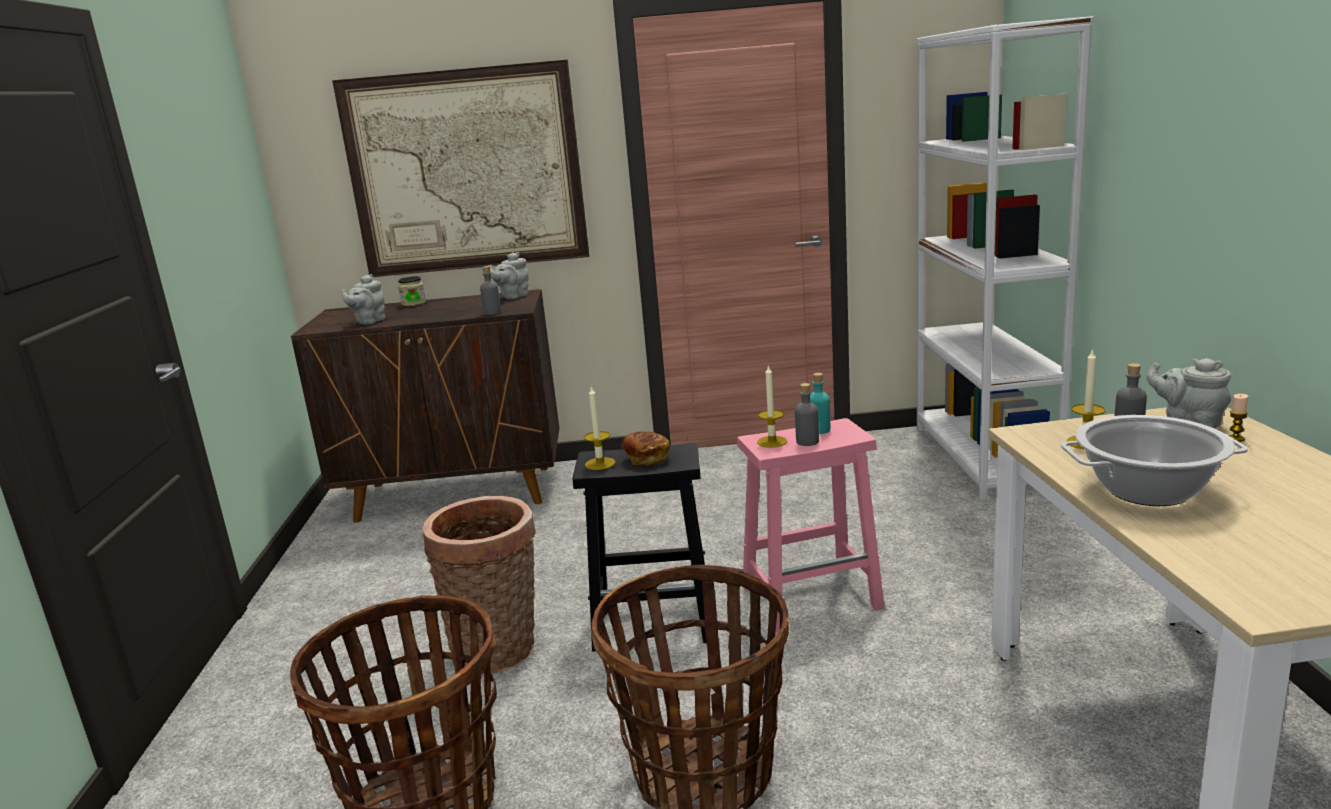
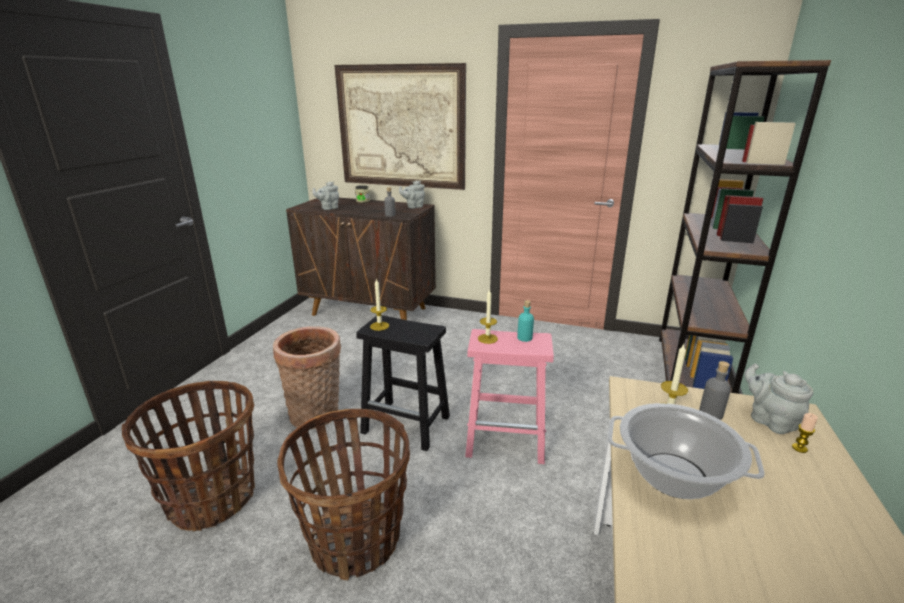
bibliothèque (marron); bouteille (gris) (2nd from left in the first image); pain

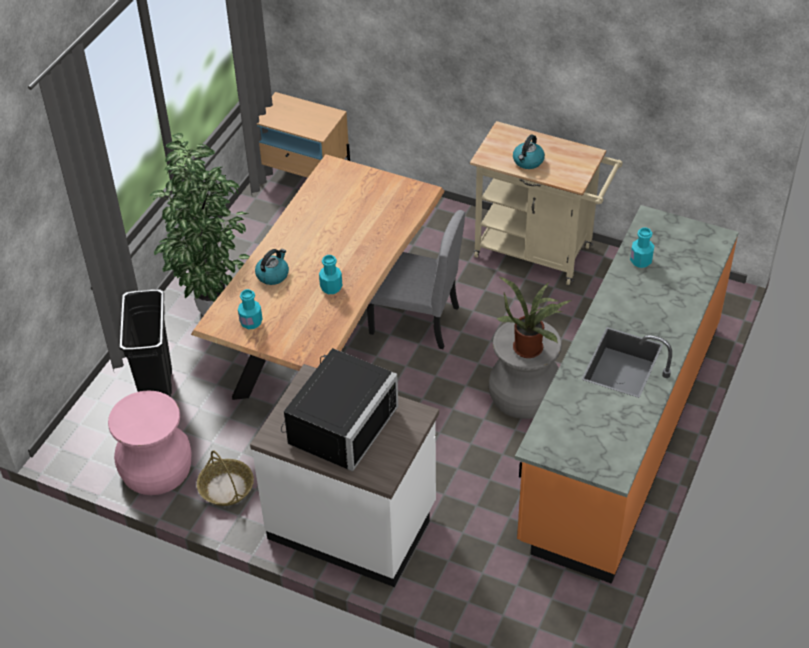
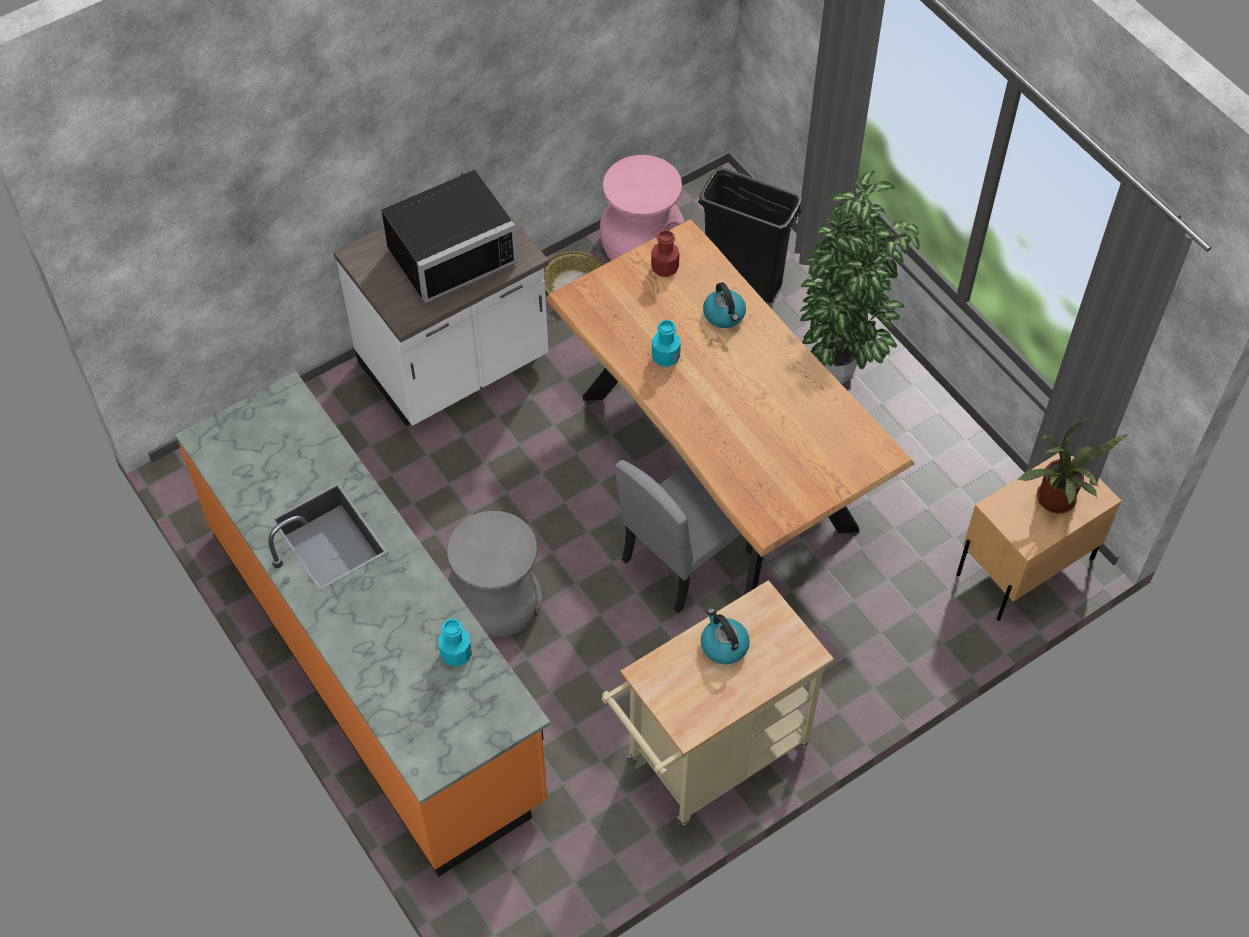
plante en pot (2nd from left); bouteille (rouge); micro-ondes (noir)

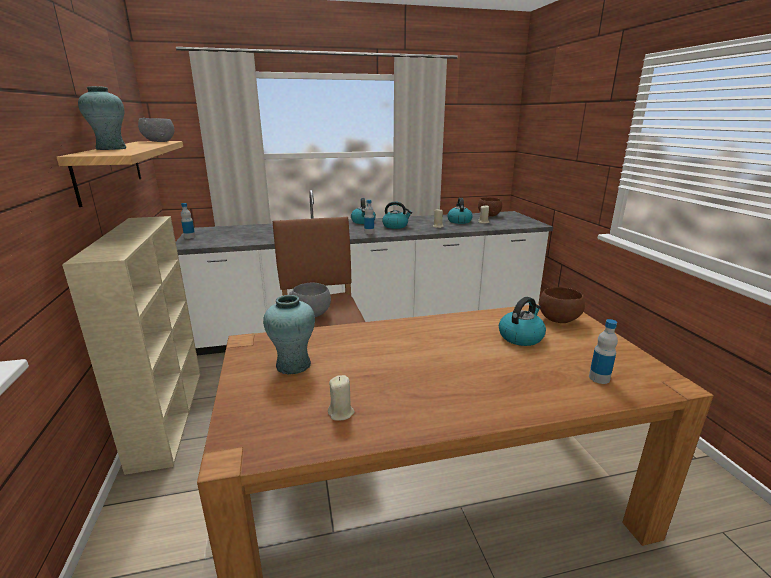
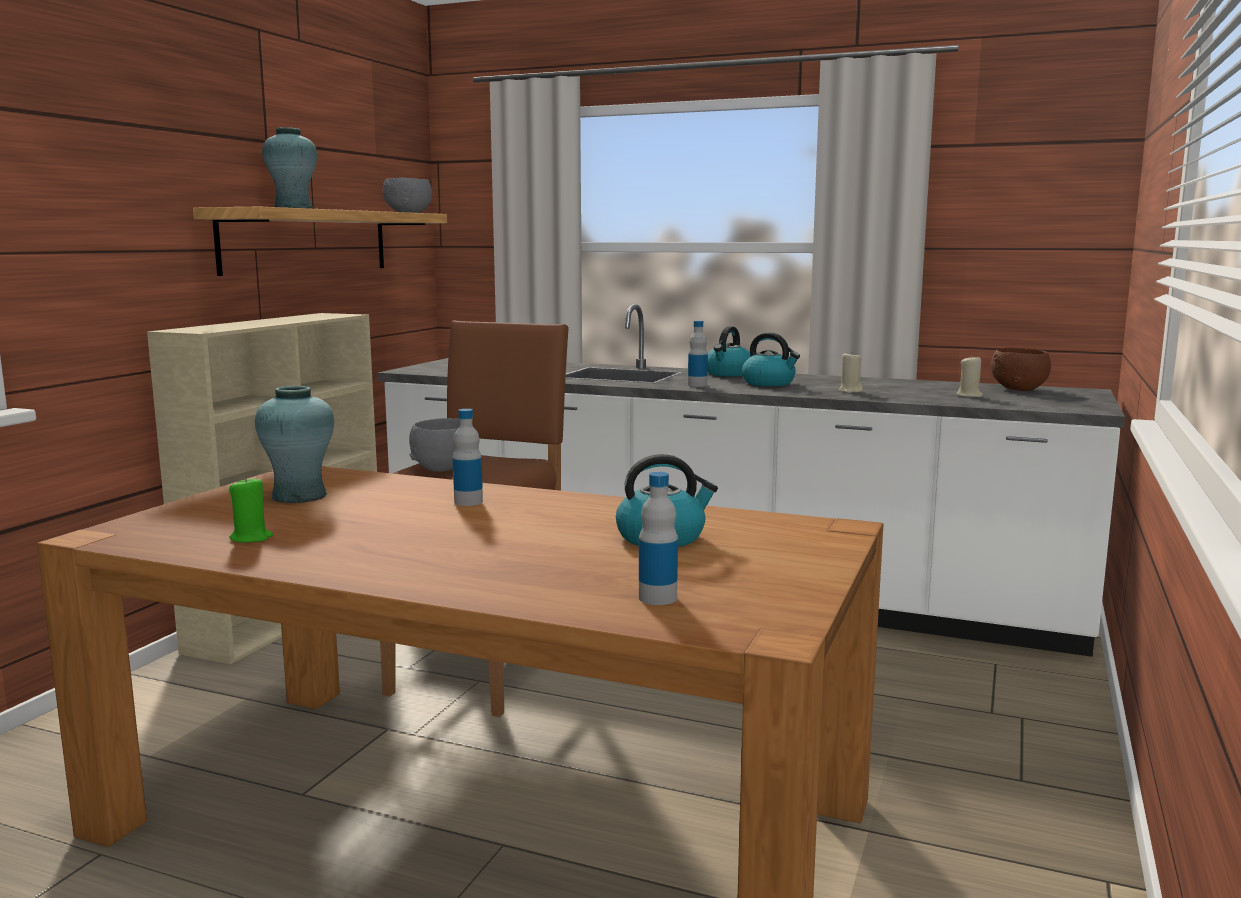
bouilloire (3rd from left in the first image); bouteille (1st from left); bol (marron) (2nd from left in the first image); bougie (vert)

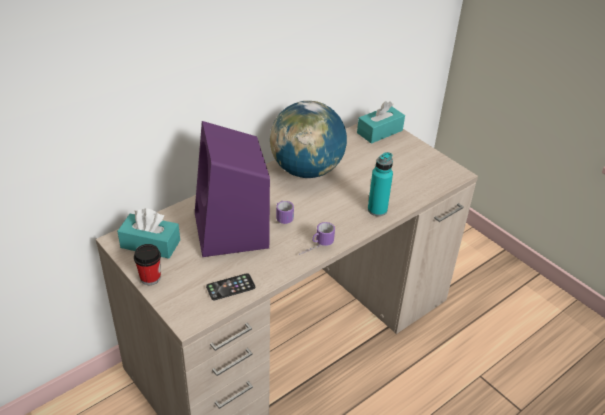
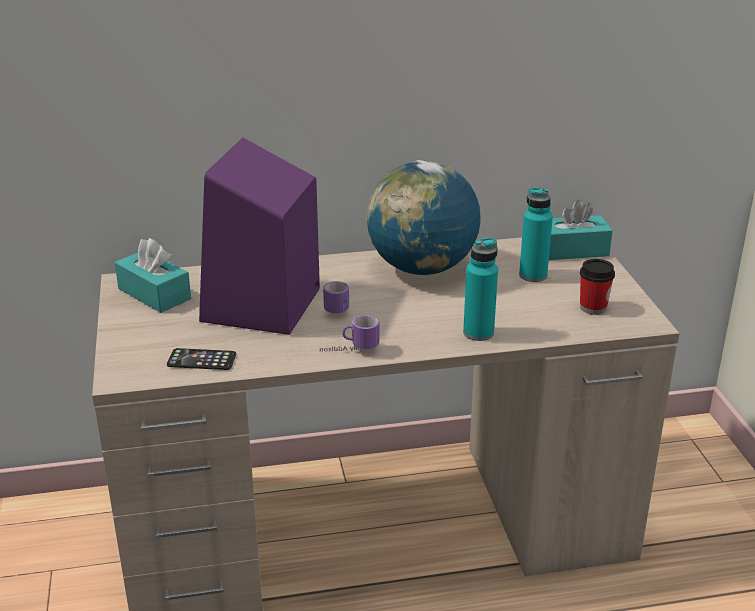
tasse; bouteille (turquoise) (2nd from left)

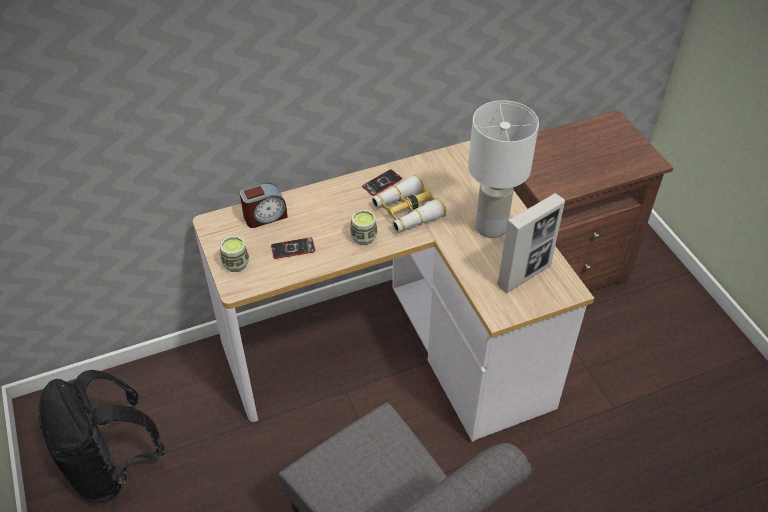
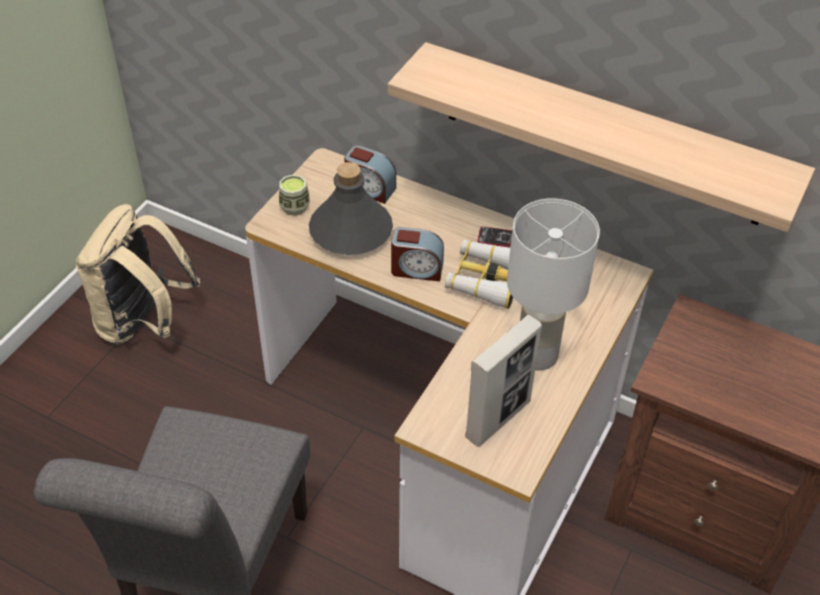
cadre photo; réveil (2nd from left); bouteille (gris); sac à dos (beige); étagère

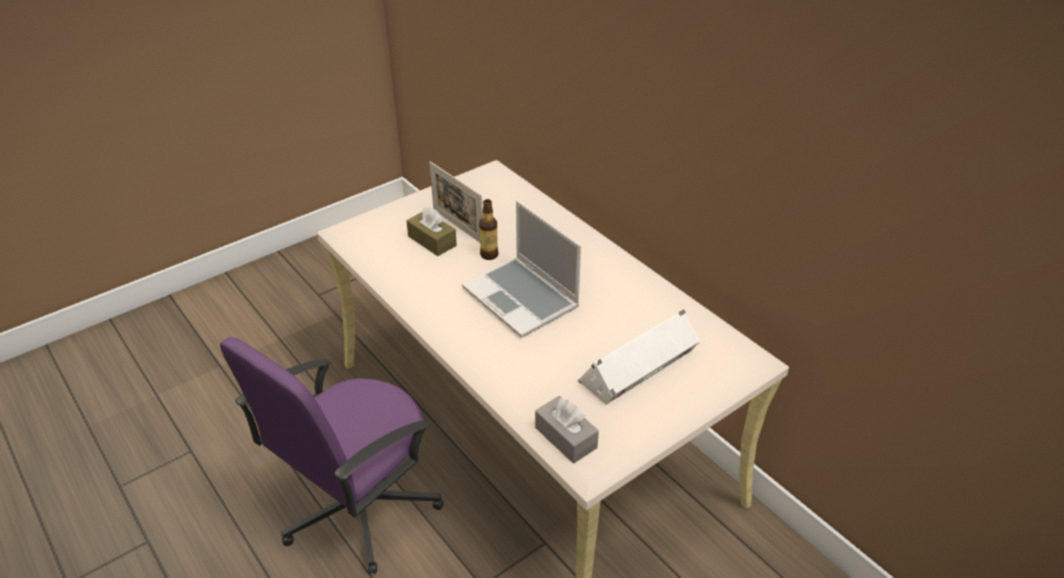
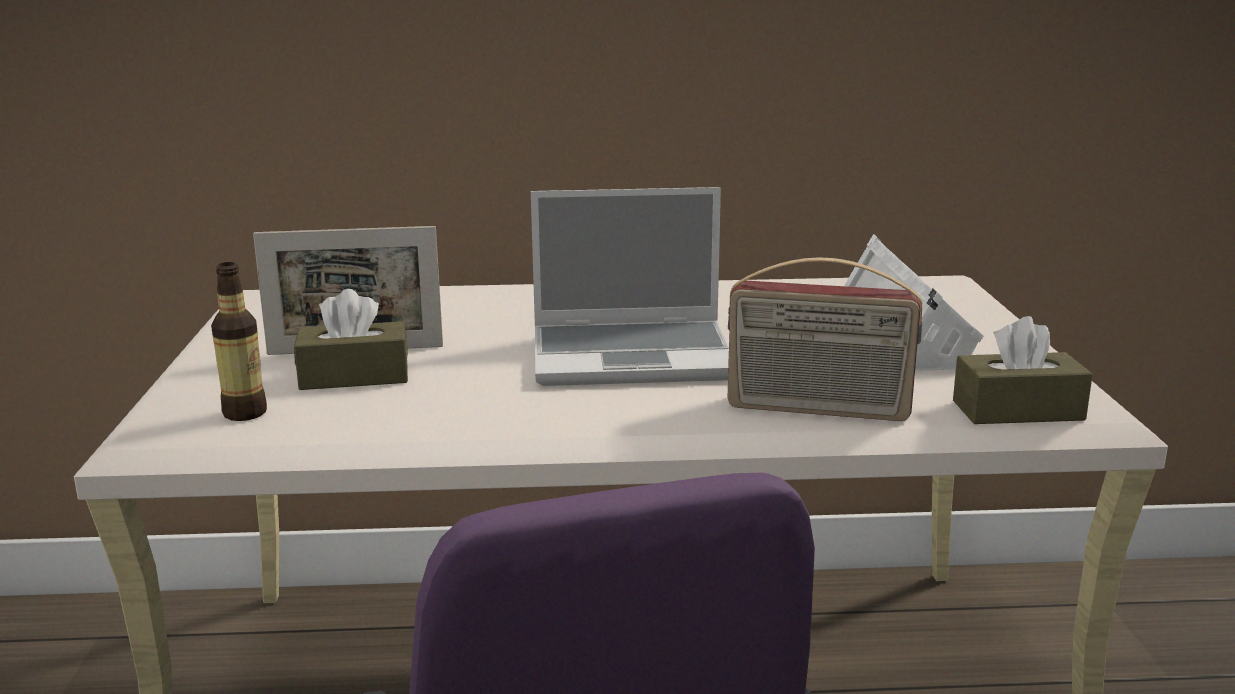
bouteille; boîte à mouchoirs (marron) (2nd from left); radio

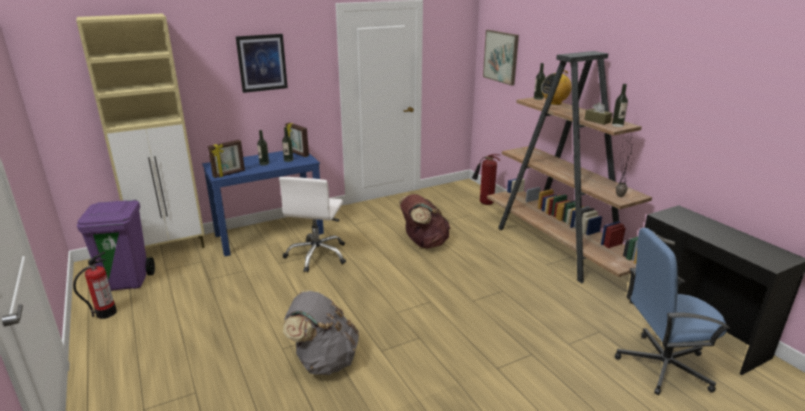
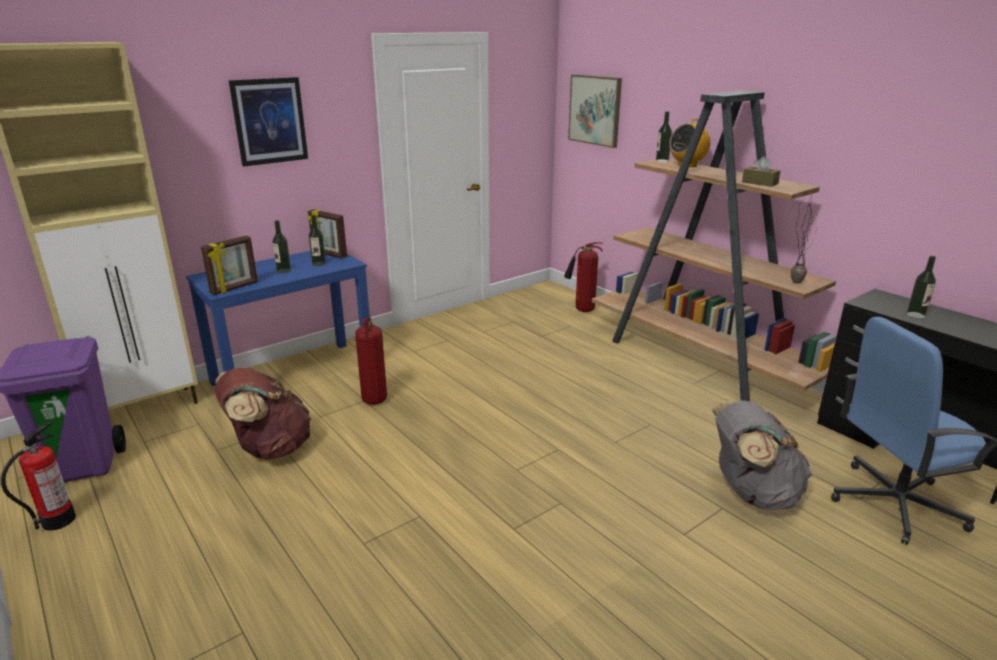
bouteille (4th from left); extincteur (2nd from left); sac à dos (marron); sac à dos (gris)

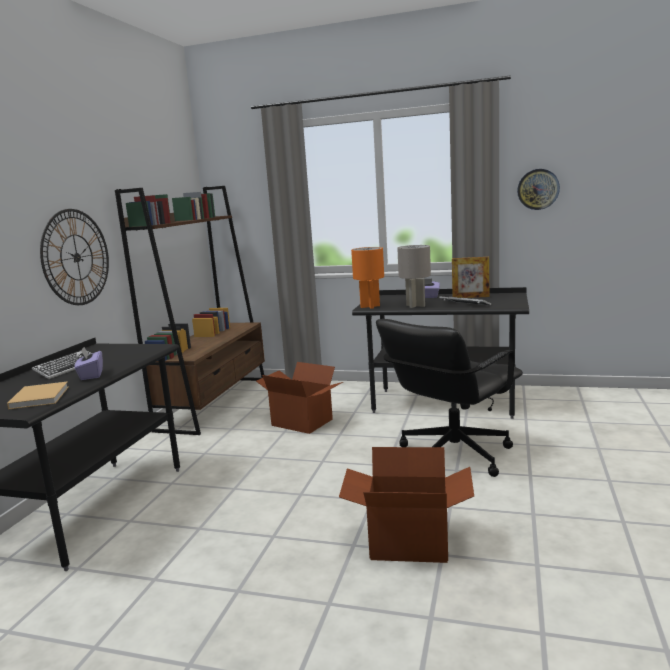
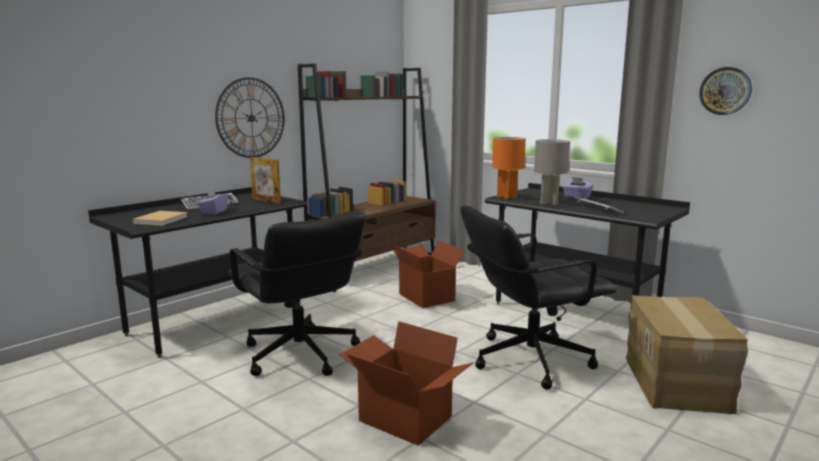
cadre photo; chaise de bureau (noir) (1st from left); carton (3rd from left)

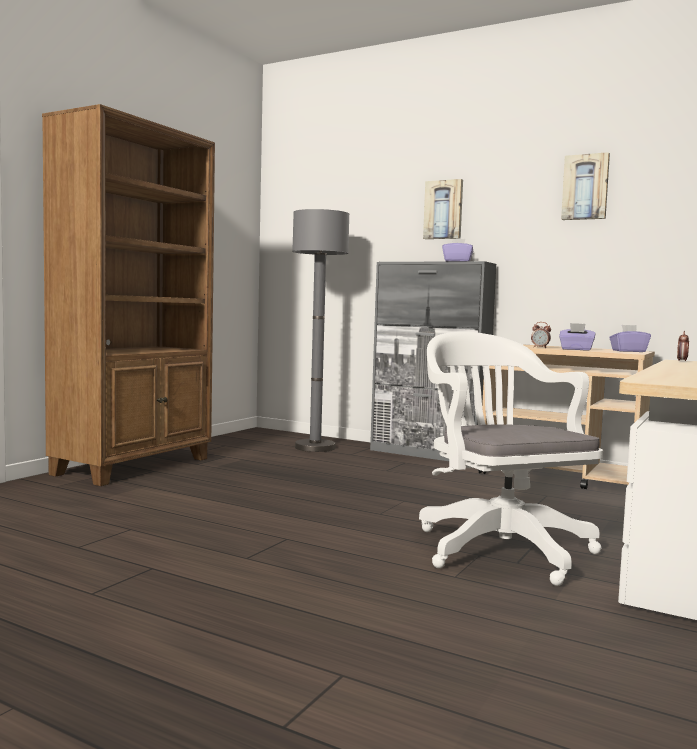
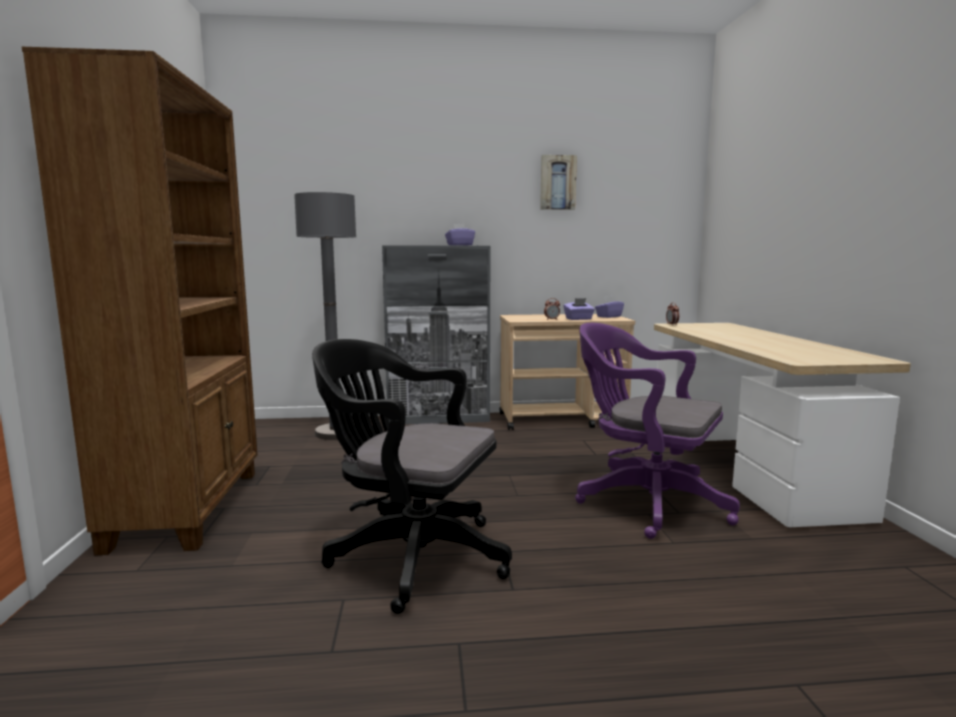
tableau (1st from left in the first image); chaise de bureau (violet); chaise de bureau (noir)

